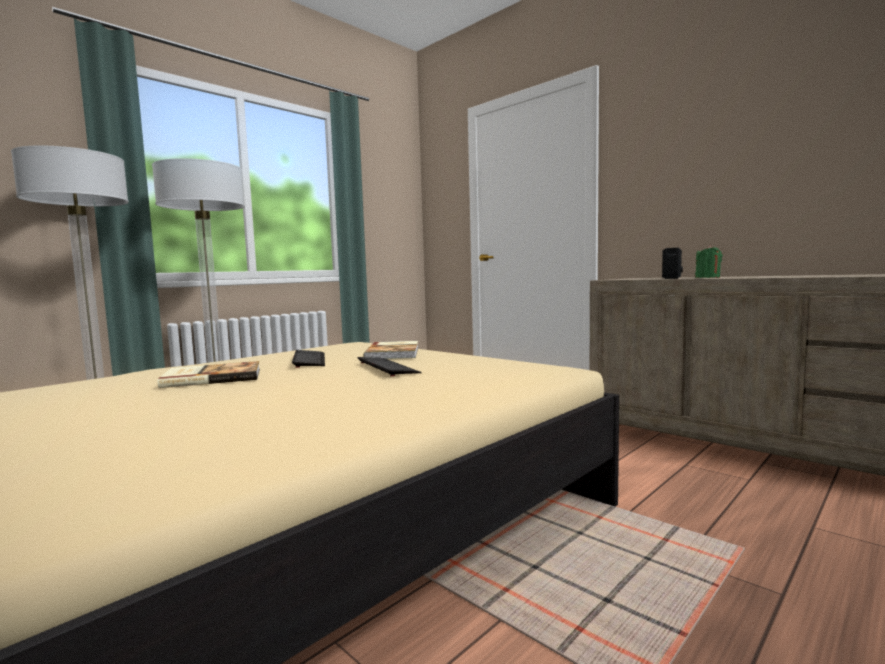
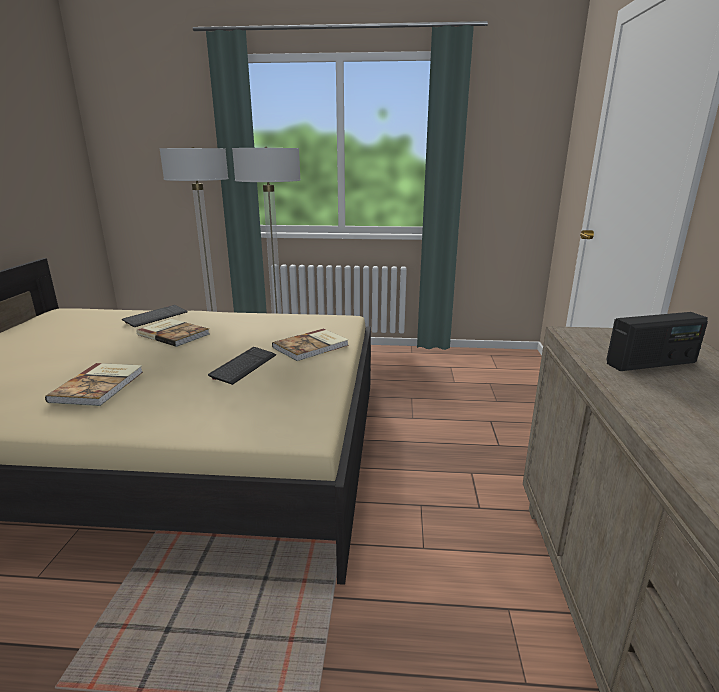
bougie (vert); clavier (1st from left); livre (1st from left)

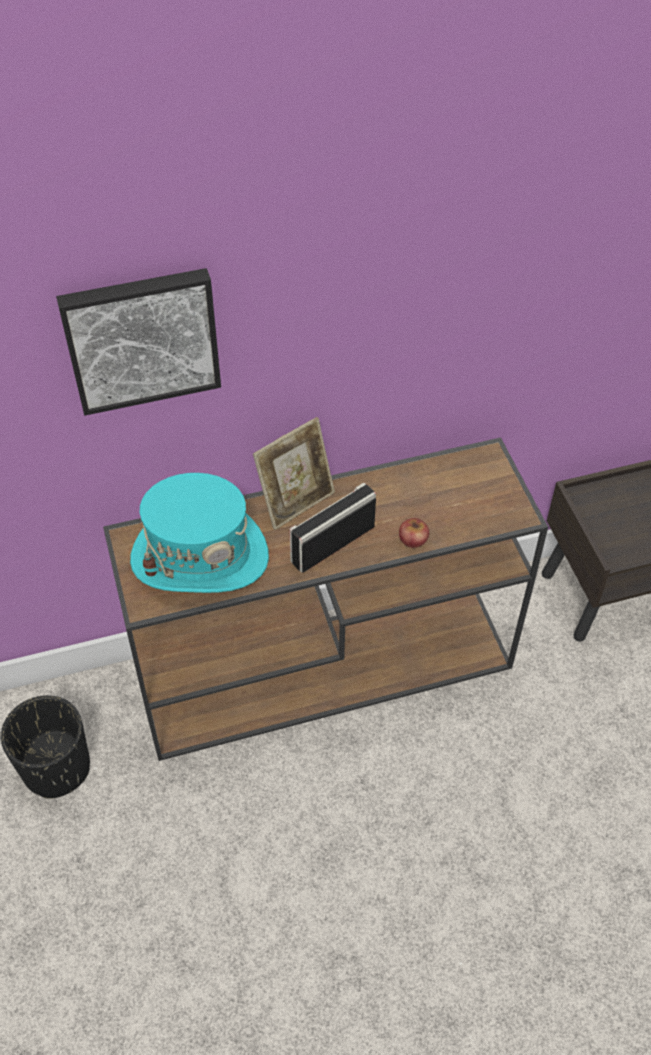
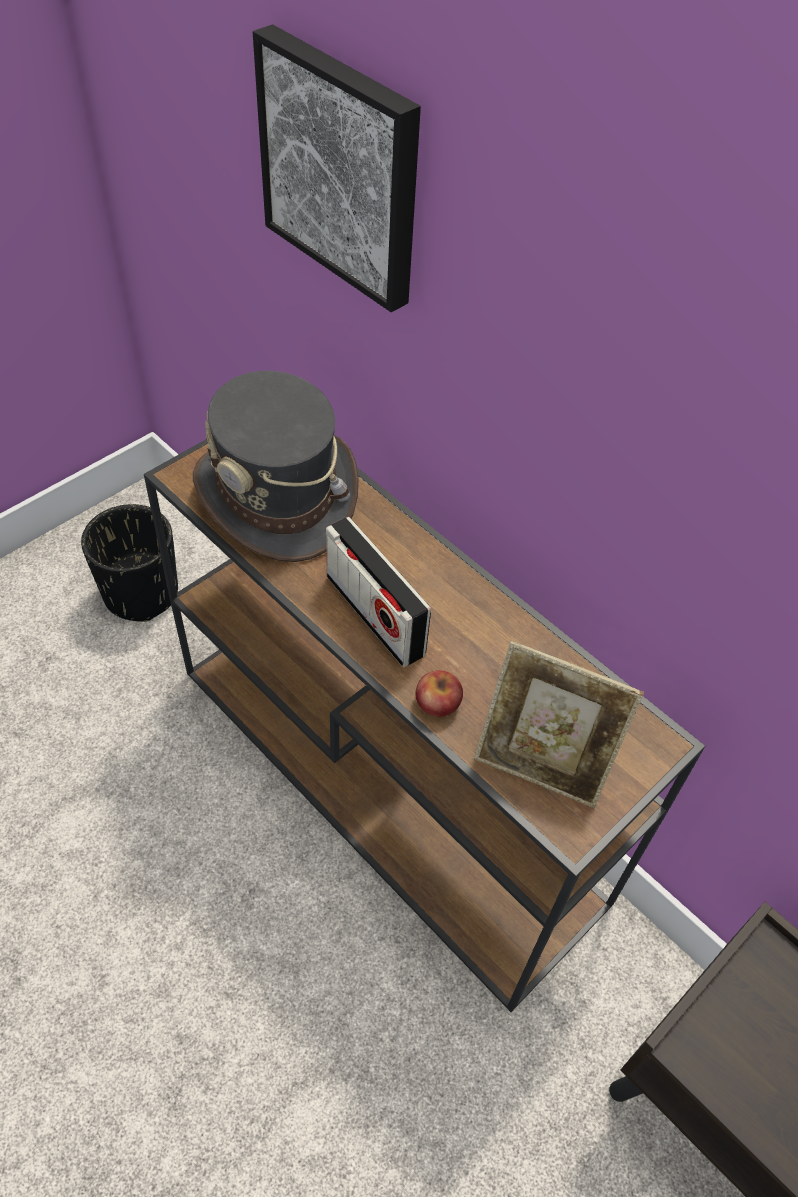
cadre photo; chapeau (gris); radio

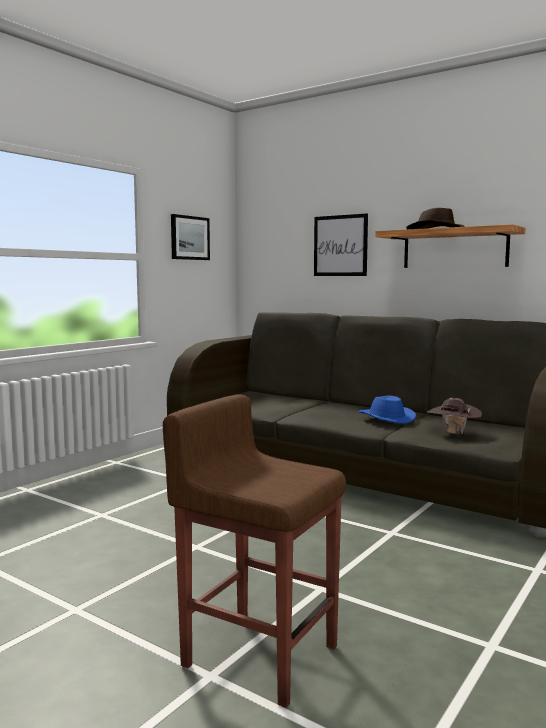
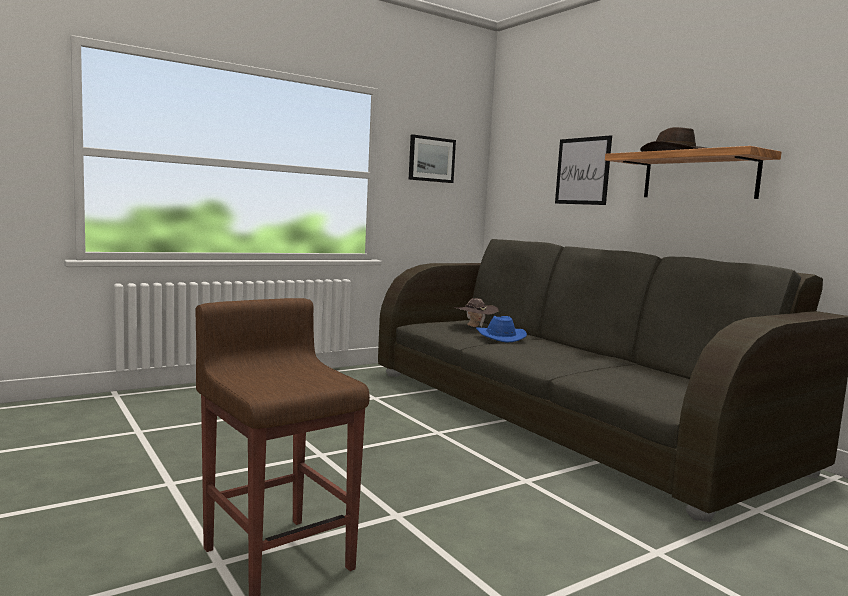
chapeau (bleu); chapeau (marron) (1st from left)

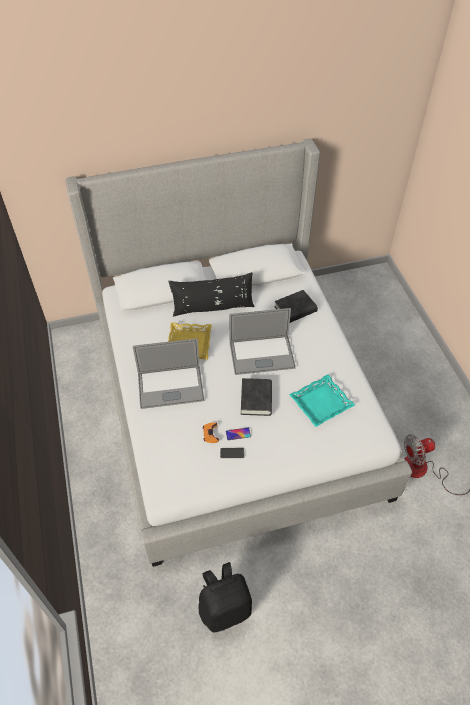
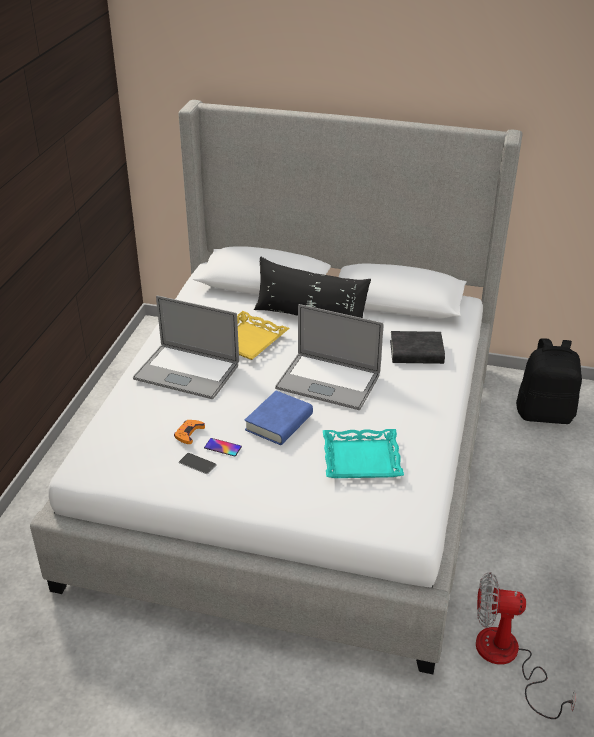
livre (bleu); sac à dos (noir)

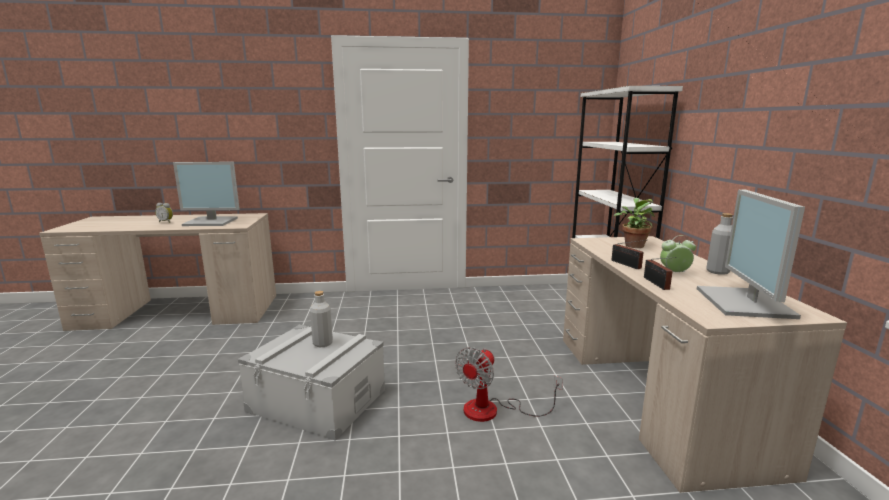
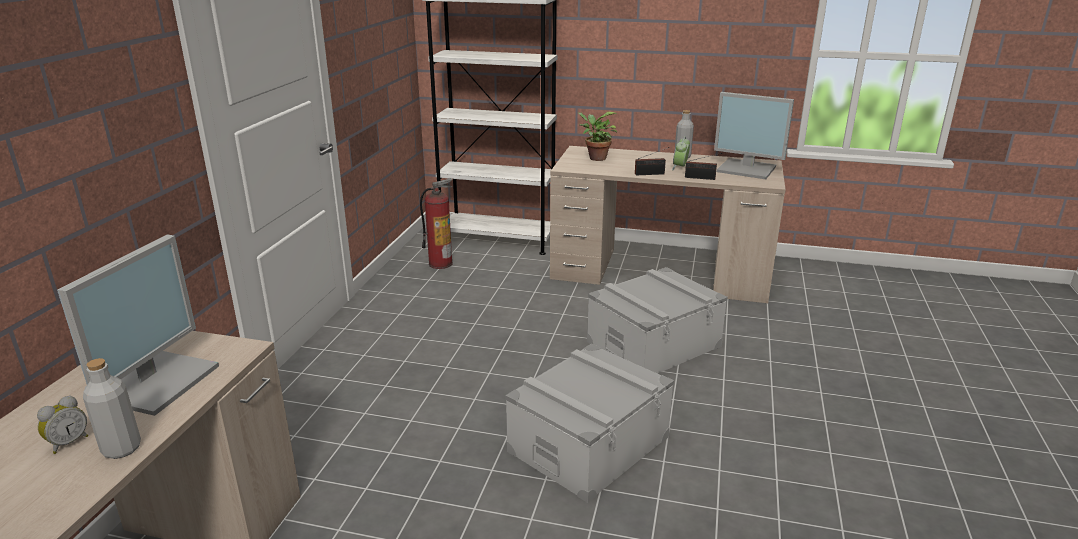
bouteille (gris) (1st from left); boîte de rangement (gris) (2nd from left); extincteur

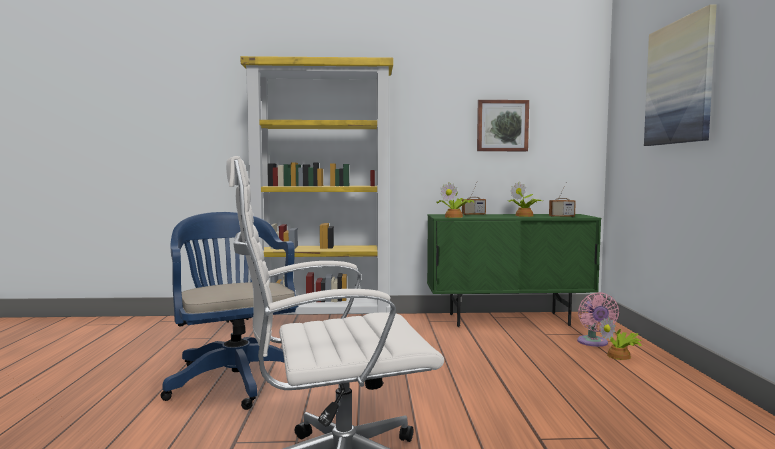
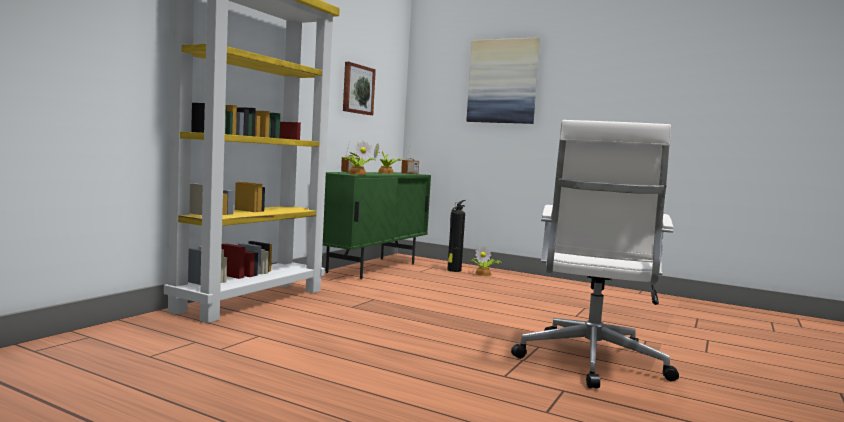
chaise de bureau (bleu); extincteur

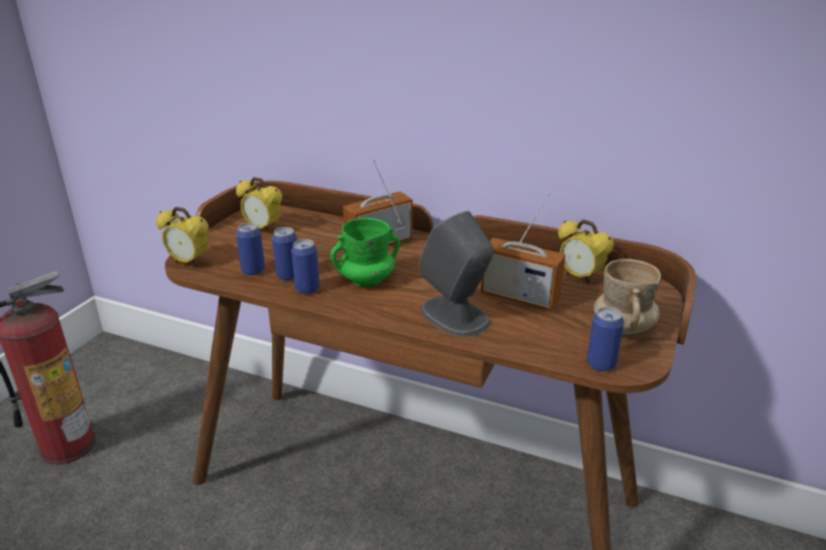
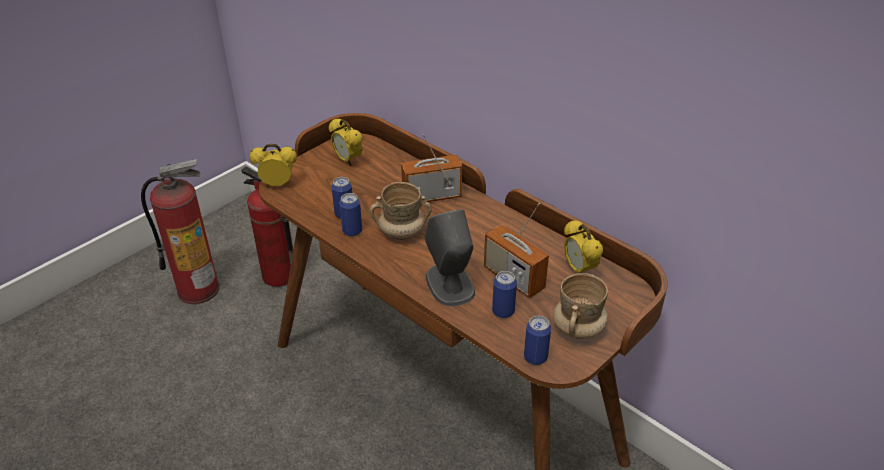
réveil (1st from left); mug (beige) (1st from left); boîte métallique (3rd from left); extincteur (2nd from left)

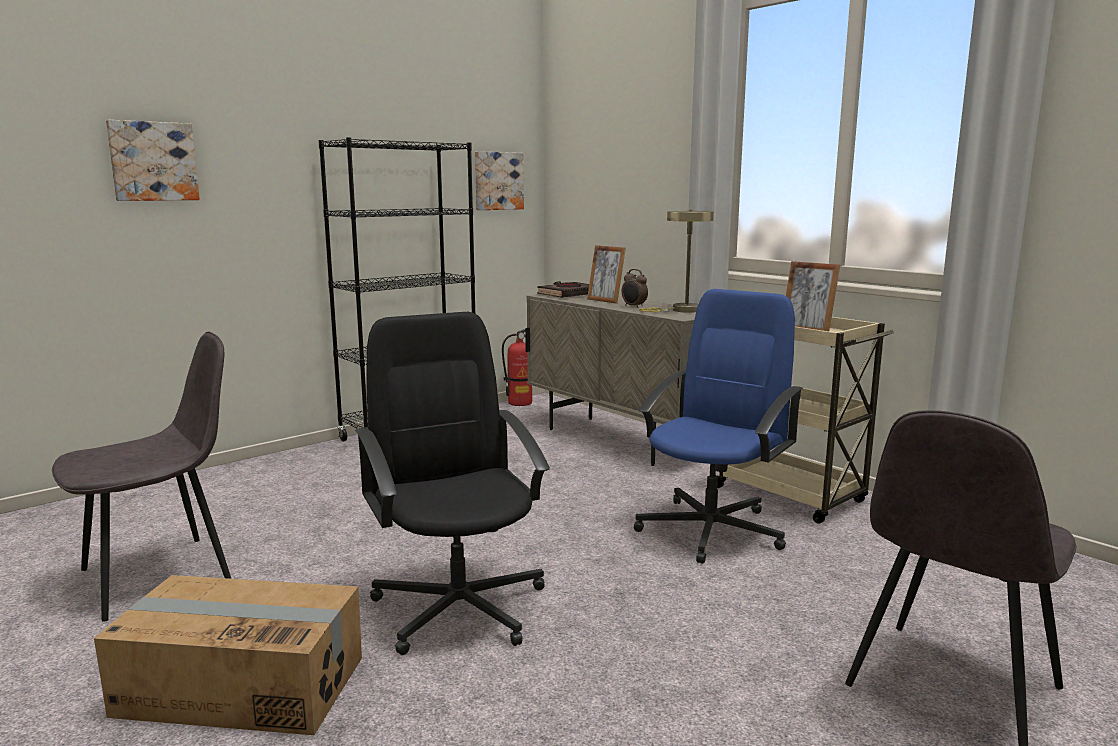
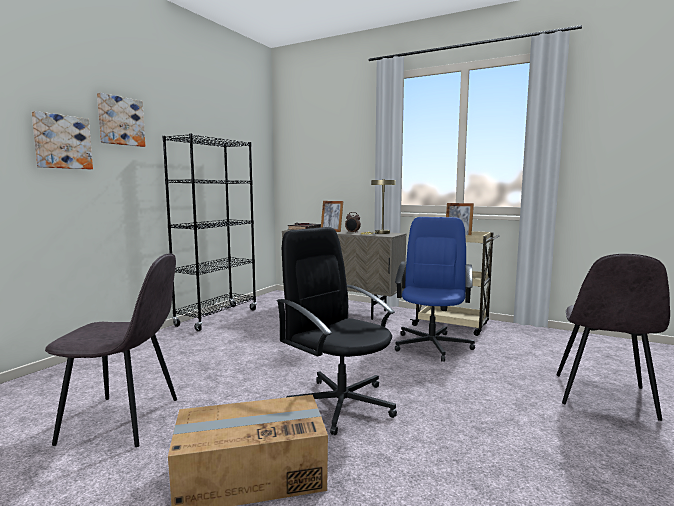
tableau (2nd from left); extincteur; chaise (gris) (1st from left)

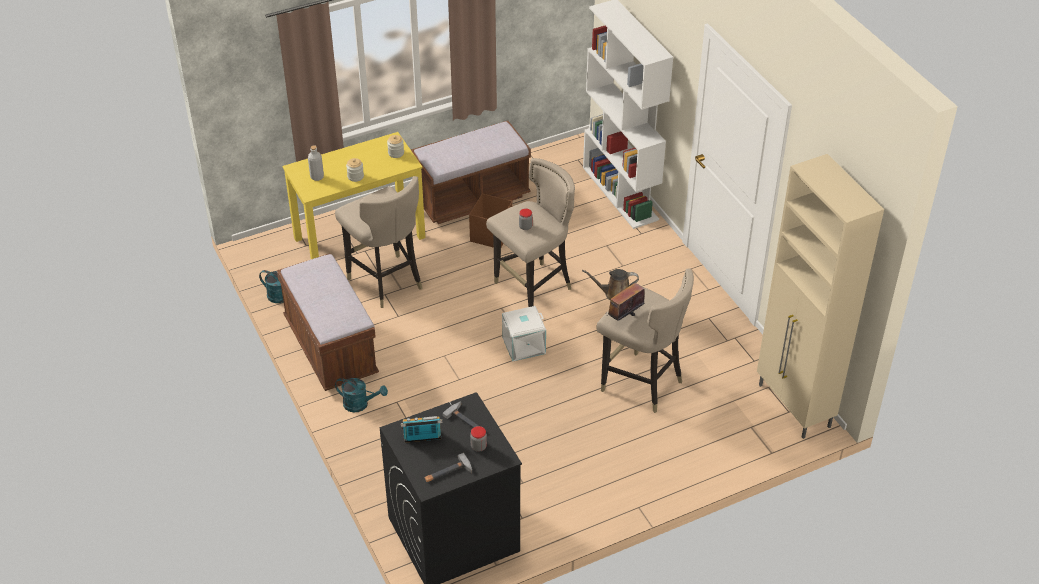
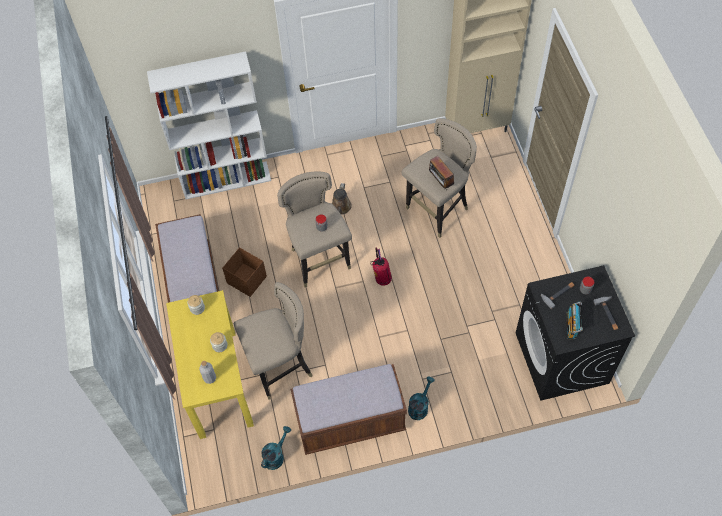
extincteur

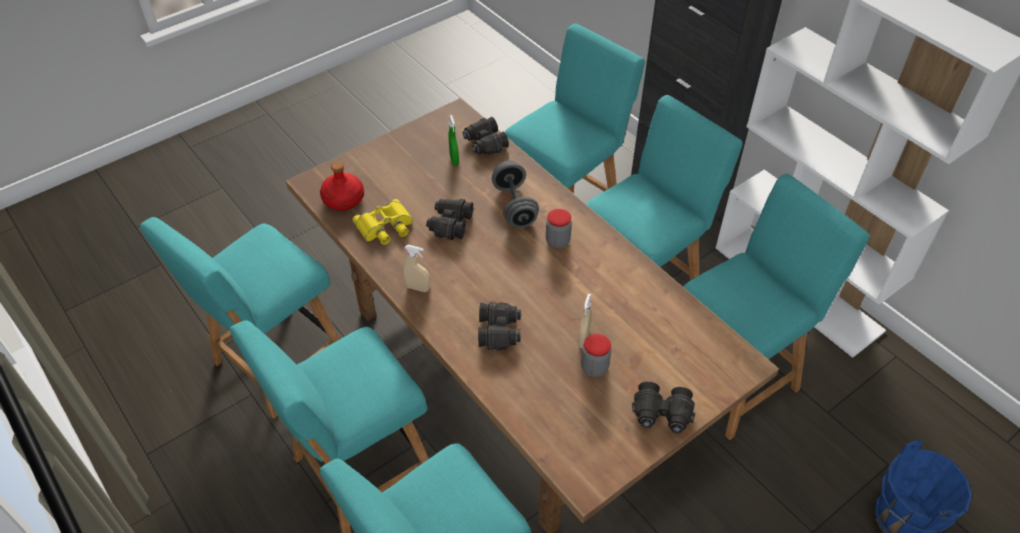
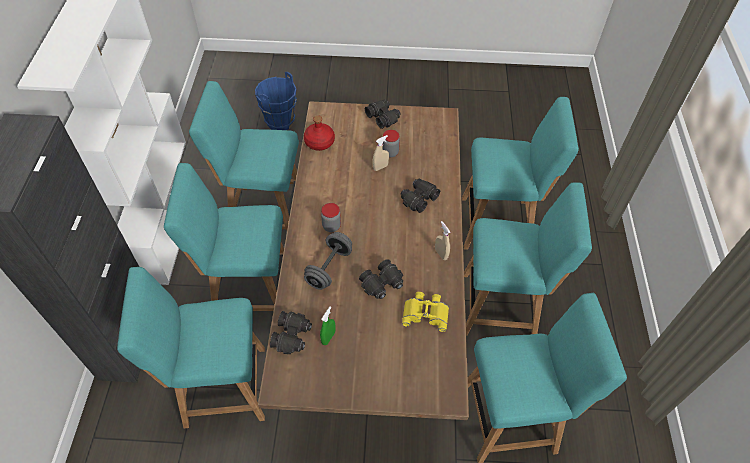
bouteille (rouge)

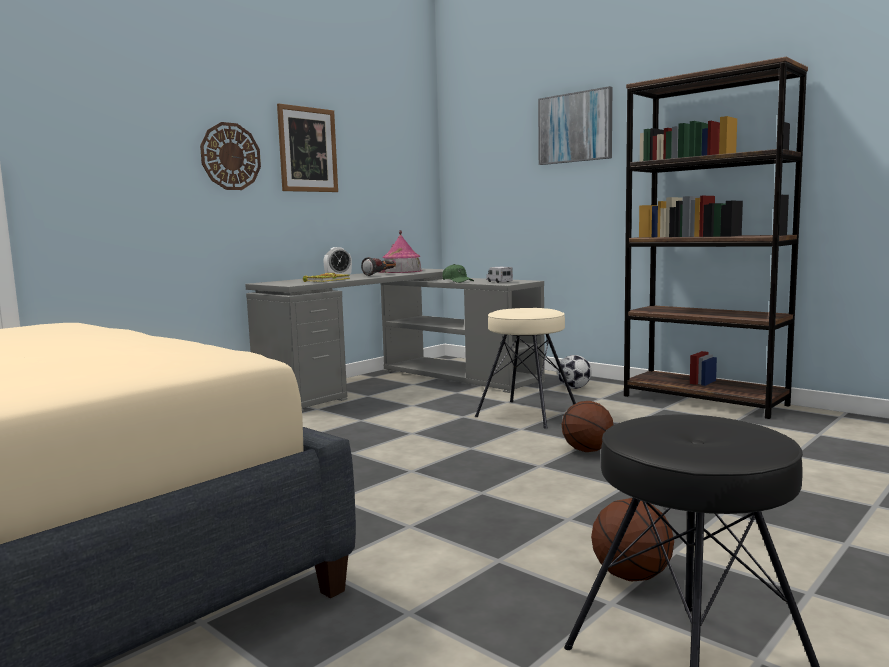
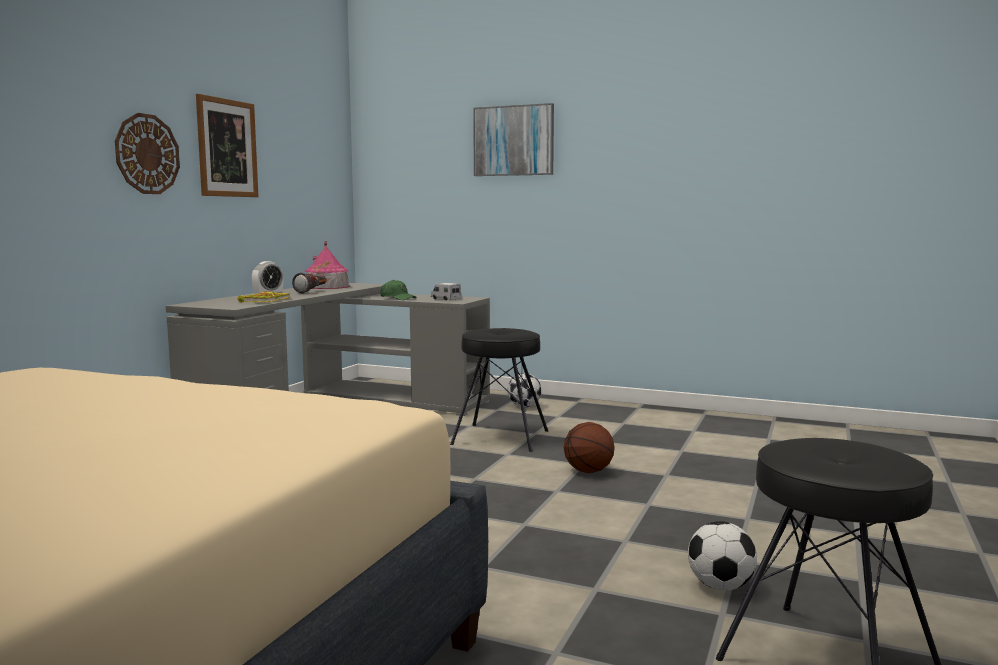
bibliothèque (marron); tabouret (noir) (1st from left); ballon de foot (2nd from left)

